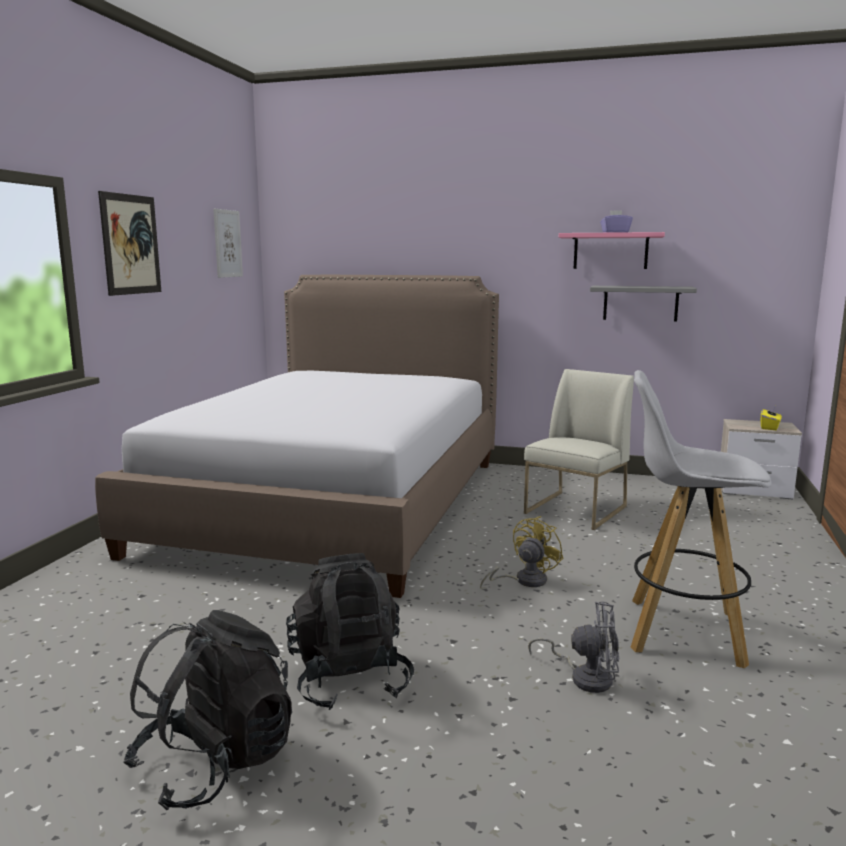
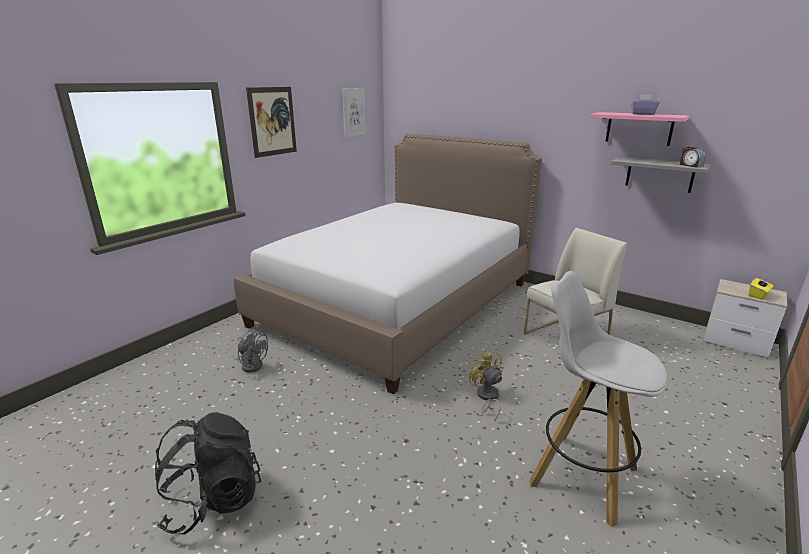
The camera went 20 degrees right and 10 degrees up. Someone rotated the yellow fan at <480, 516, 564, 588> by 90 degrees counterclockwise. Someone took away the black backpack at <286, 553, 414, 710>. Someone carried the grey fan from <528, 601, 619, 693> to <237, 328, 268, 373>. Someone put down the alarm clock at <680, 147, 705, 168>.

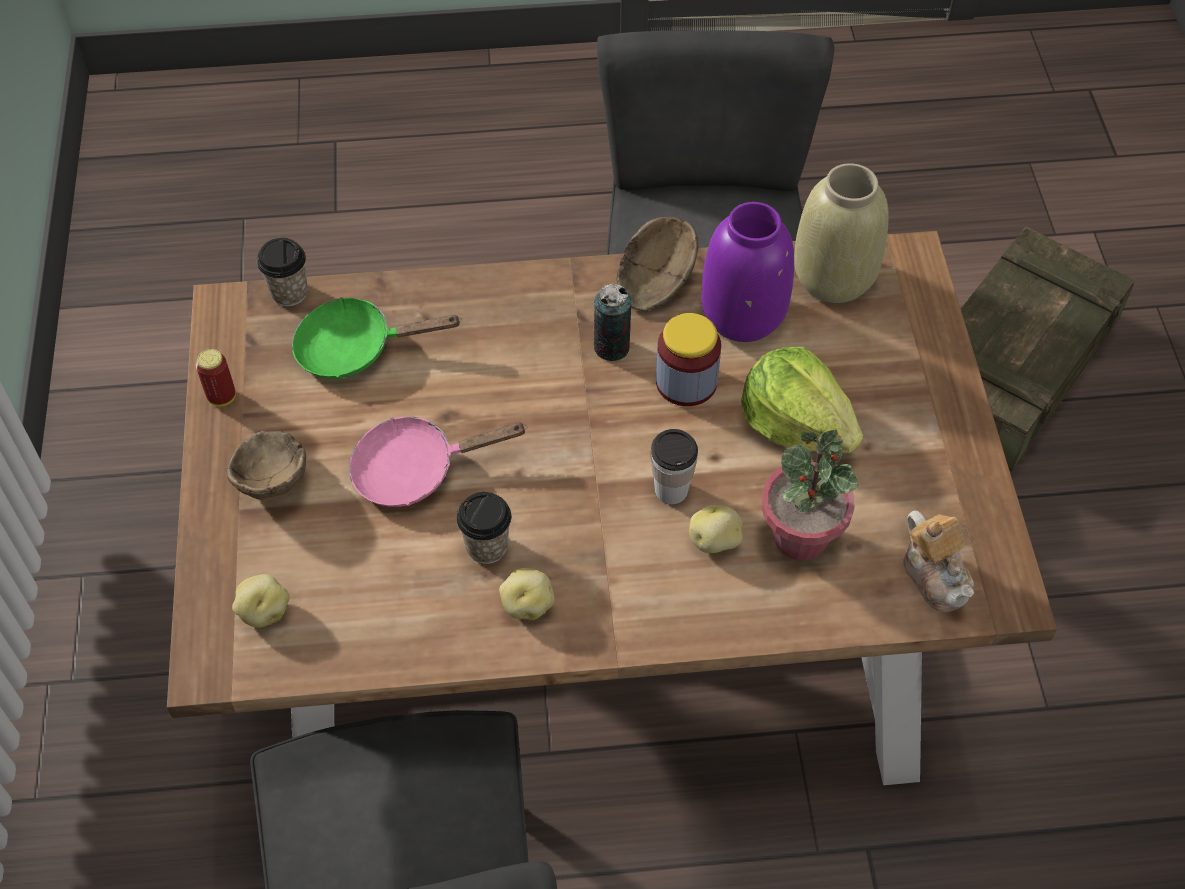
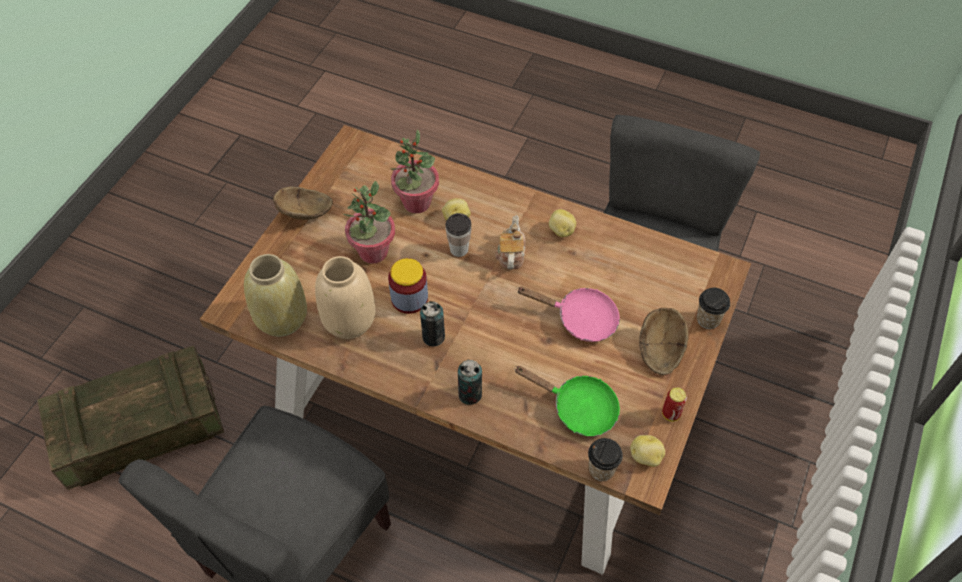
The camera went 150 degrees left and 0 degrees up. Someone repainted the purple vase at <701, 202, 794, 342>, which became the beige vase at <315, 256, 375, 339>. Someone carried the brown bowl from <617, 217, 699, 311> to <273, 187, 333, 220>. Someone swapped the lettuce at <741, 347, 863, 453> for the potted plant at <343, 181, 395, 264>. Someone carried the cup from <457, 492, 511, 564> to <697, 288, 730, 329>. Someone carried the teapot from <903, 511, 974, 612> to <495, 215, 526, 269>. Someone carried the potato from <232, 574, 290, 628> to <630, 435, 665, 467>. Someone put down the can at <458, 359, 482, 405>.

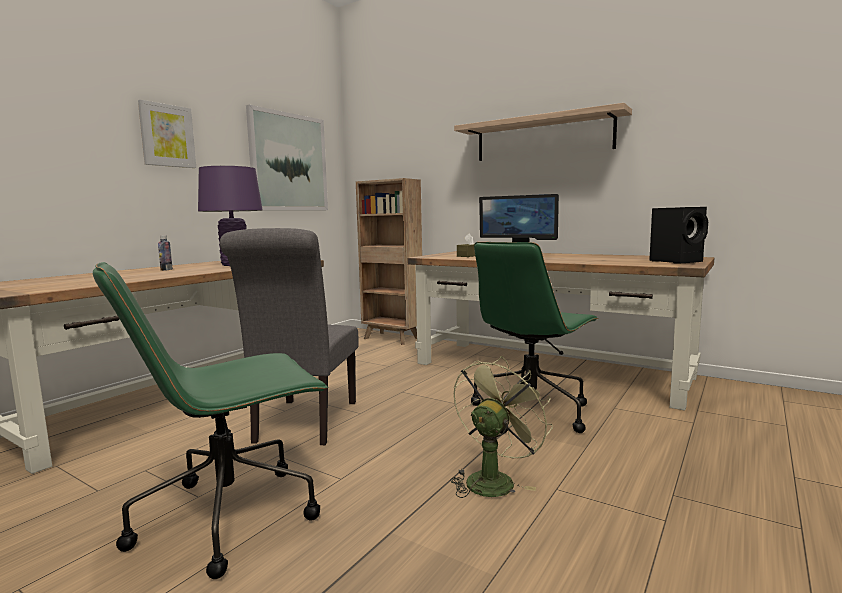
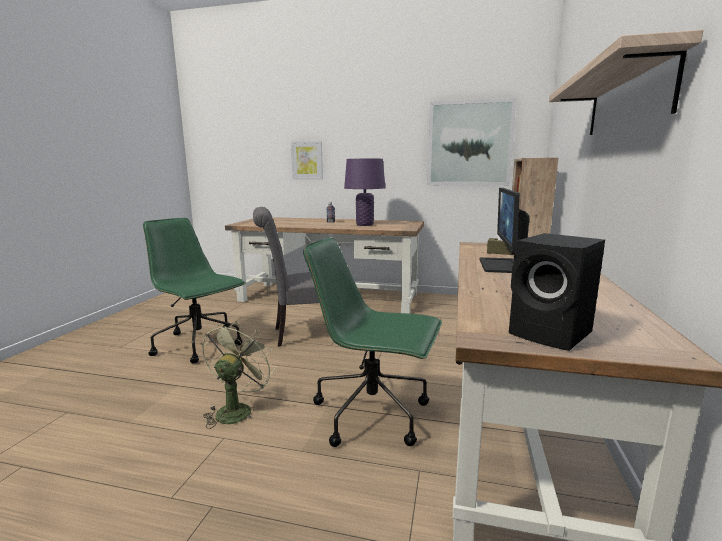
The camera went 70 degrees right and 5 degrees up. Someone carried the picture from <138, 100, 196, 168> to <291, 141, 323, 179>. Someone rotated the green fan at <450, 356, 553, 498> by 90 degrees counterclockwise.

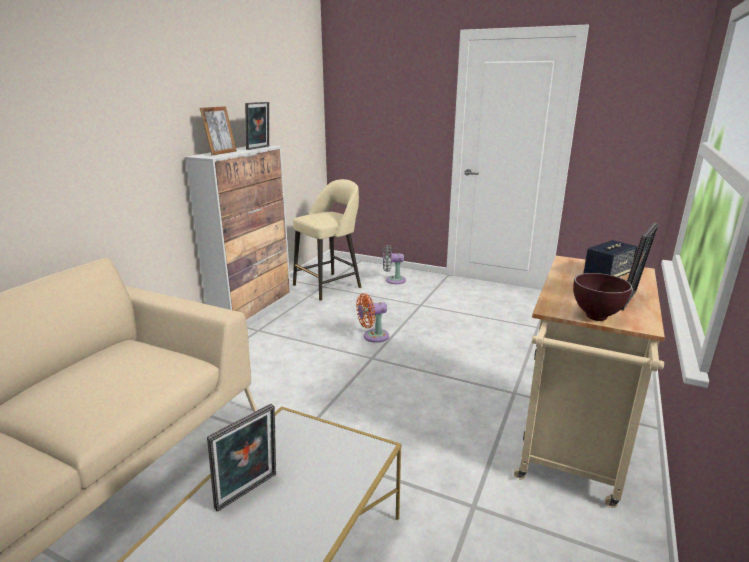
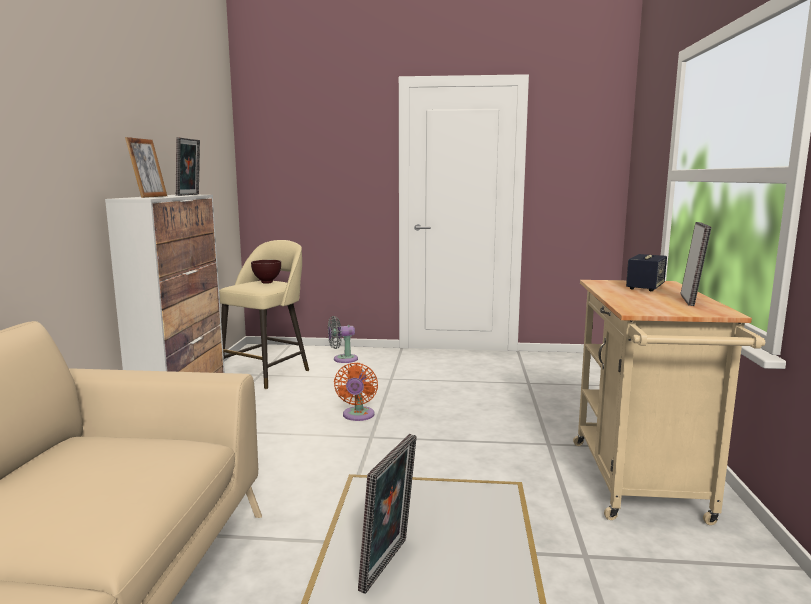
The camera went 20 degrees left and 10 degrees down. Someone carried the brown bowl from <573, 273, 632, 321> to <251, 260, 281, 284>. Someone rotated the orange fan at <356, 293, 389, 343> by 45 degrees counterclockwise.

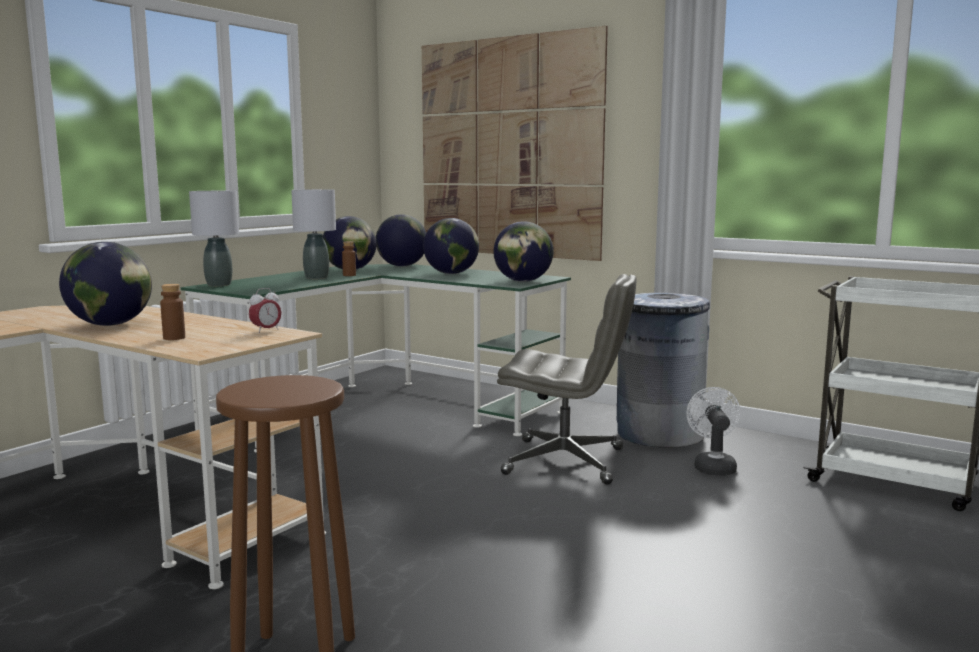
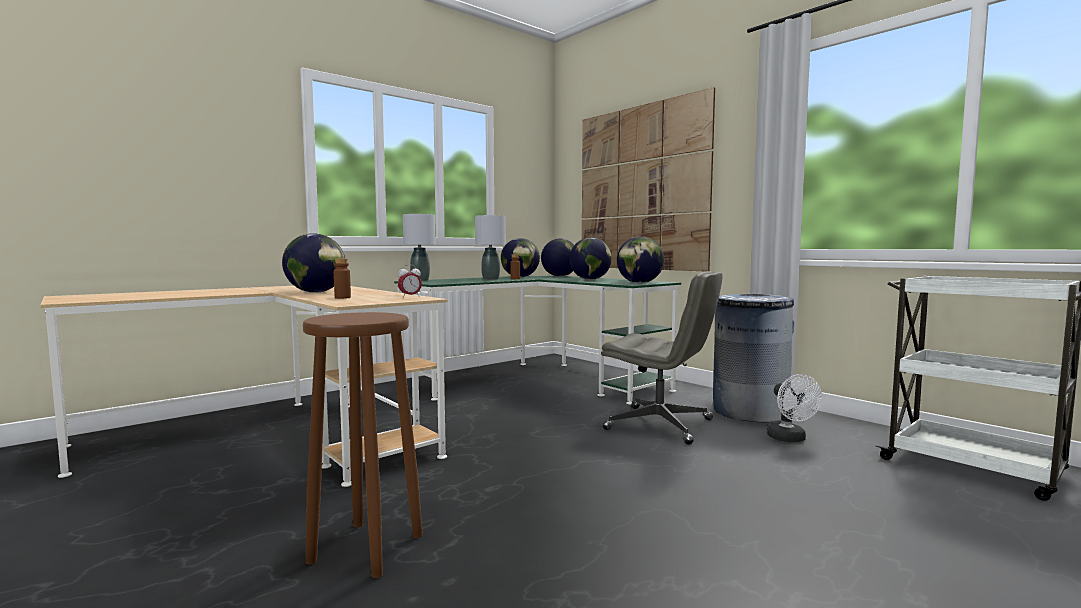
The camera went 15 degrees right and 5 degrees down. Someone rotated the white fan at <687, 387, 740, 475> by 150 degrees clockwise.

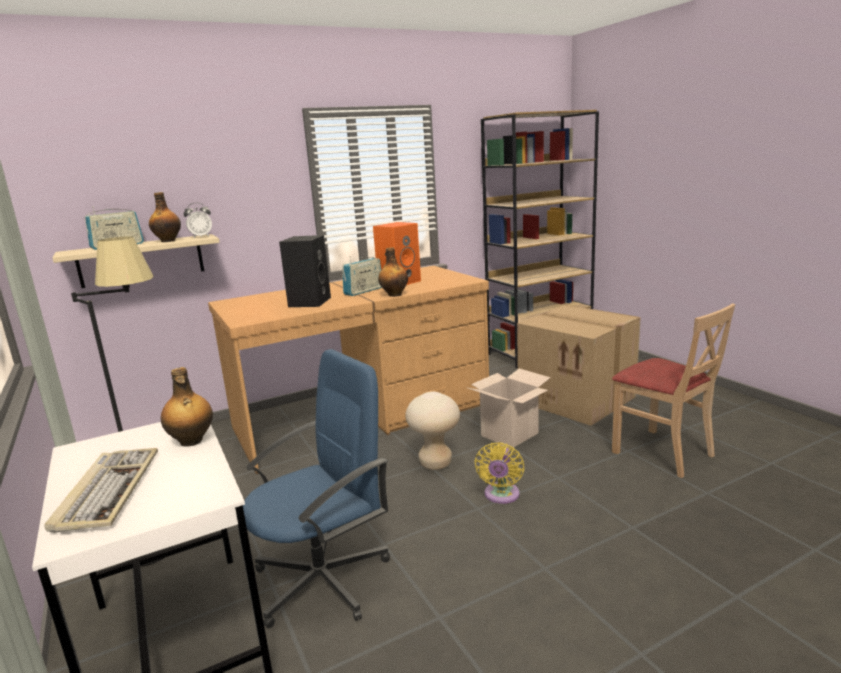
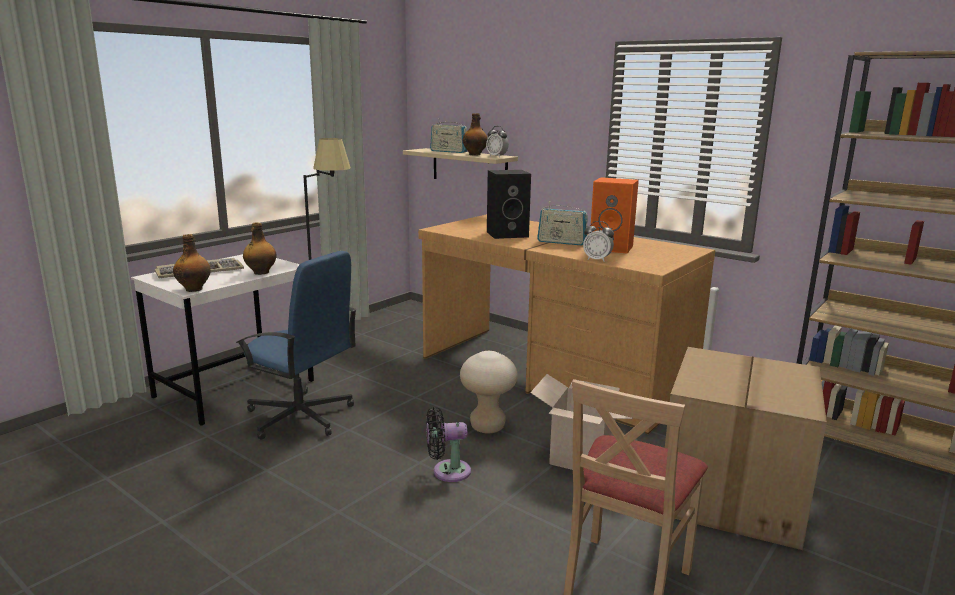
The camera went 65 degrees right and 0 degrees up. Someone carried the bottle from <378, 247, 408, 297> to <173, 234, 211, 292>. Someone repainted the yellow fan at <474, 442, 524, 504>, which became the black fan at <426, 407, 471, 482>. Someone put down the alarm clock at <583, 221, 614, 262>.

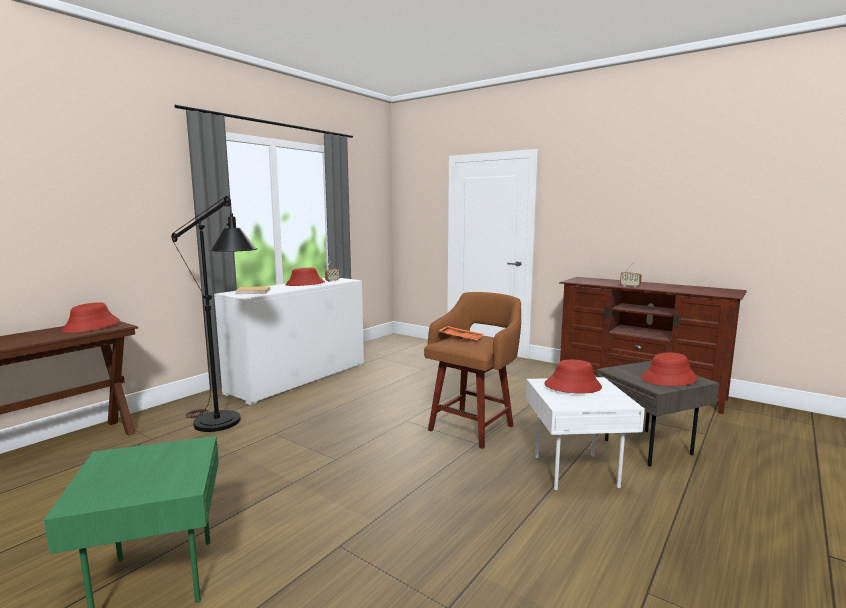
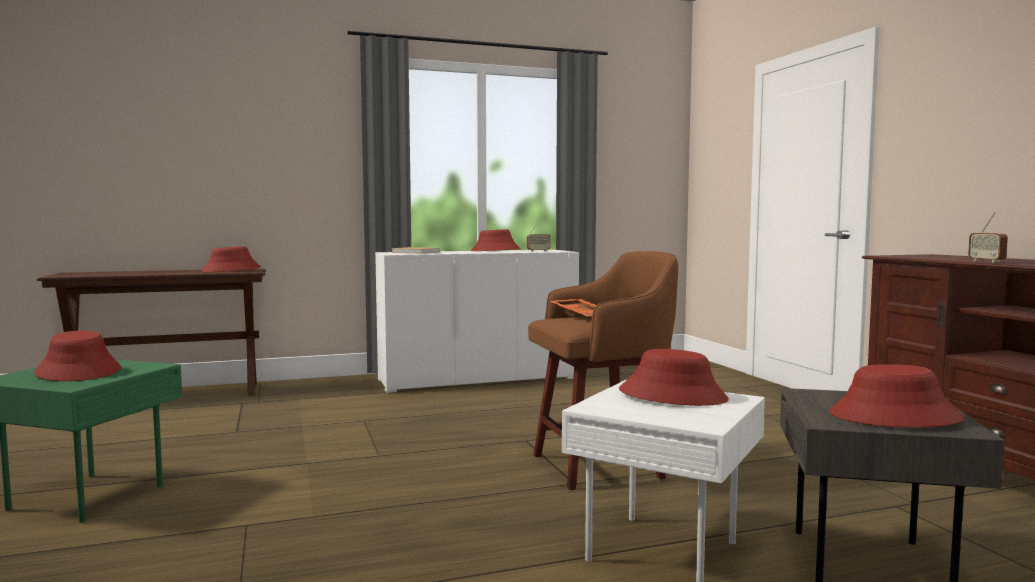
The camera went 35 degrees right and 5 degrees down. Someone took away the black floor lamp at <172, 196, 258, 432>. Someone put down the red hat at <34, 331, 121, 381>.

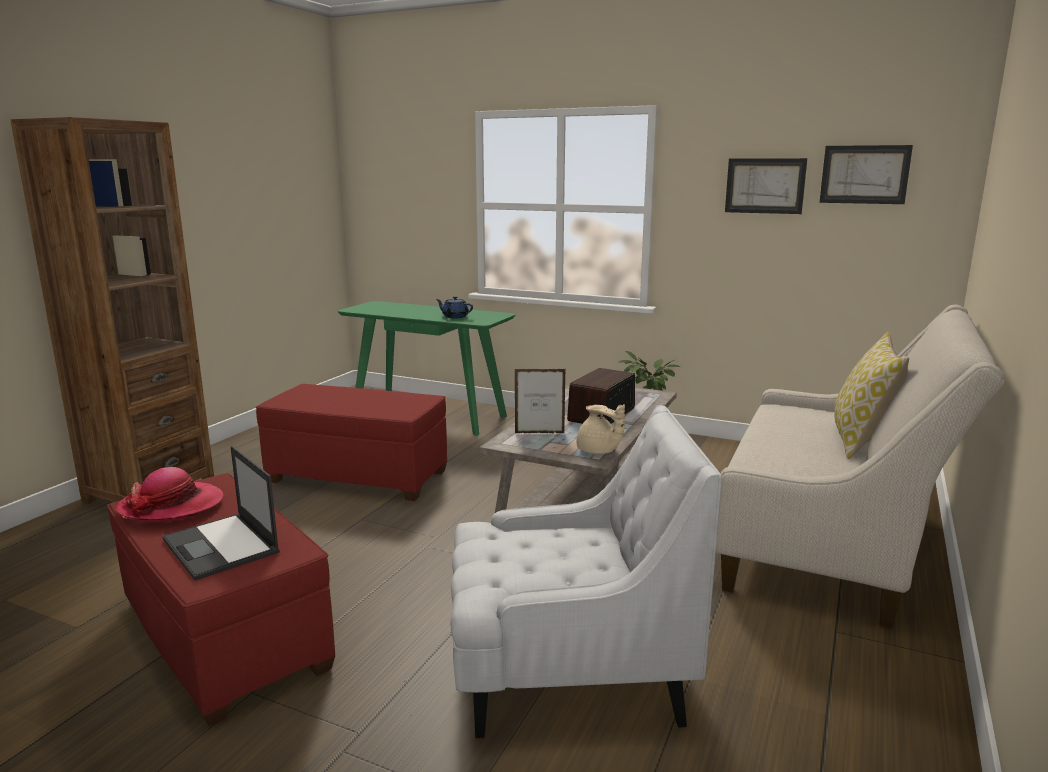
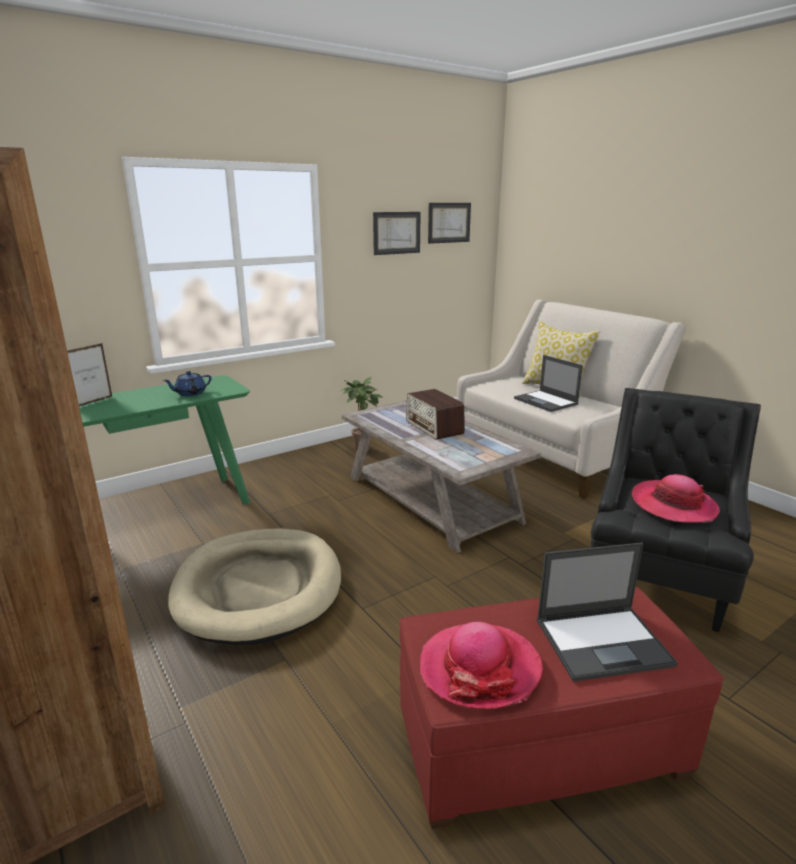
The camera went 60 degrees left and 5 degrees up. Someone carried the picture frame from <515, 369, 566, 433> to <67, 343, 113, 407>. Someone swapped the red ottoman at <256, 384, 447, 501> for the beige dog bed at <168, 528, 341, 645>. Someone took away the beige teapot at <577, 404, 625, 454>. Someone repainted the white armchair at <450, 405, 722, 738>, which became the black armchair at <590, 388, 761, 632>. Someone put down the laptop at <514, 355, 583, 412>. Someone put down the hat at <632, 474, 720, 523>.

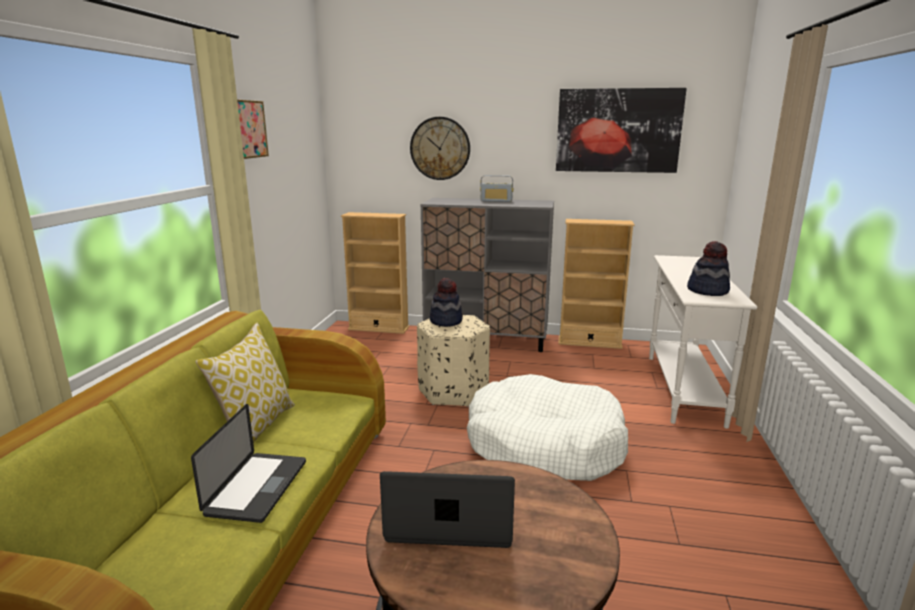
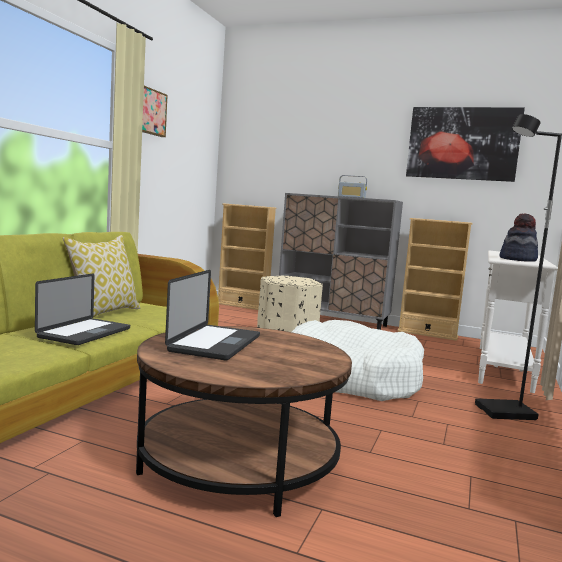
The camera went 10 degrees right and 10 degrees down. Someone took away the wall clock at <410, 117, 470, 180>. Someone took away the hat at <430, 278, 463, 327>. Someone rotated the laptop at <380, 471, 515, 548> by 90 degrees clockwise. Someone put down the black floor lamp at <475, 114, 562, 420>.

